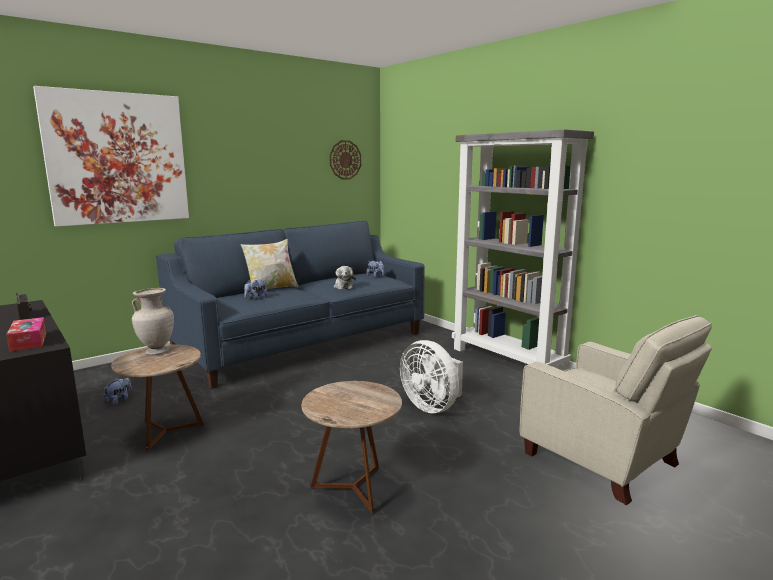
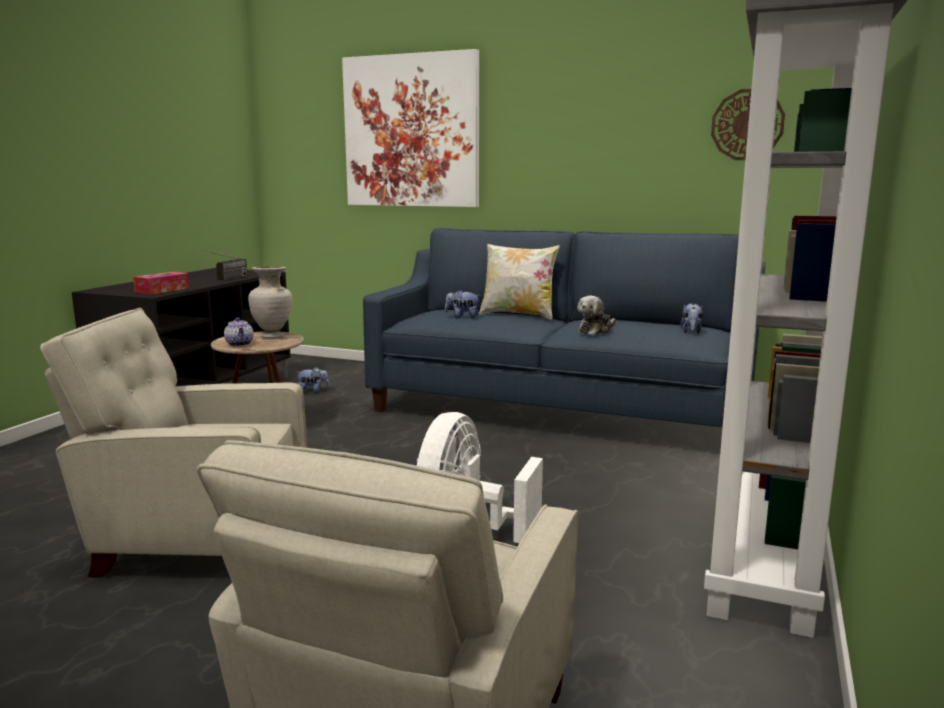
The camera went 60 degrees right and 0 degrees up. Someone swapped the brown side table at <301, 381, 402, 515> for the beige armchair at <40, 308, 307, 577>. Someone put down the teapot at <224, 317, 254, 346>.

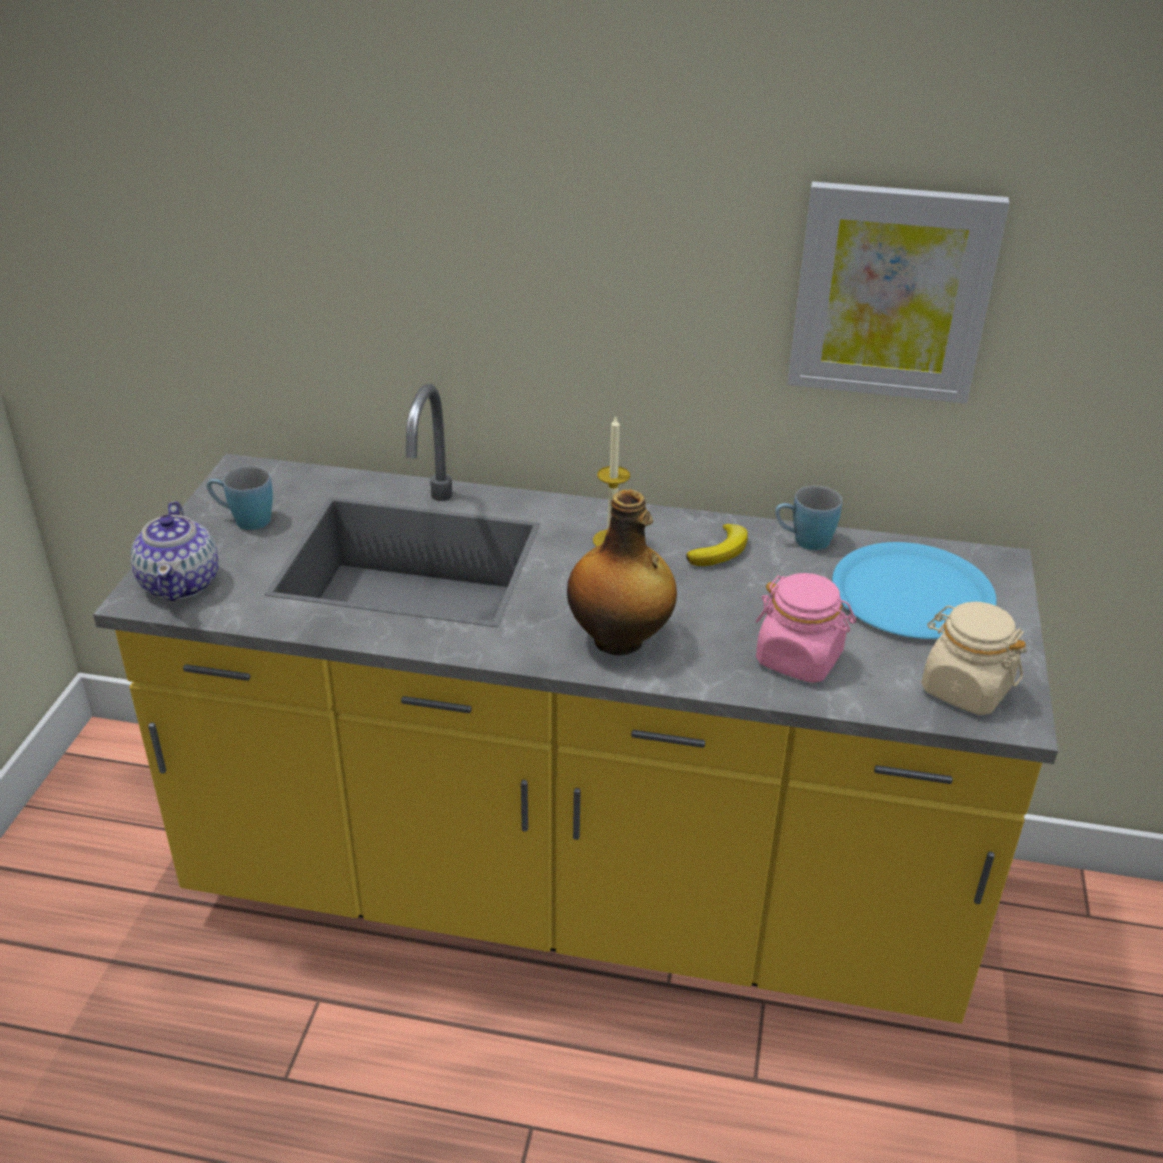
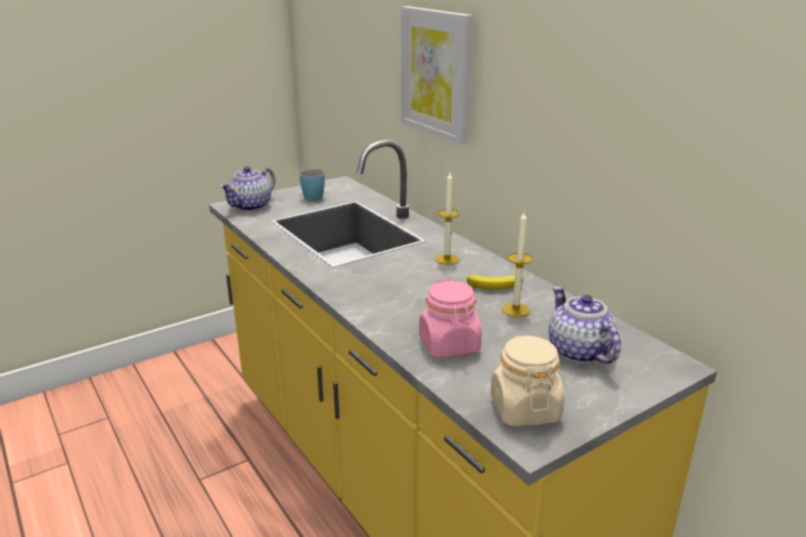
The camera went 45 degrees right and 10 degrees down. Someone carried the picture from <788, 182, 1009, 403> to <401, 6, 472, 145>. Someone took away the blue mug at <775, 486, 842, 550>. Someone took away the bottle at <567, 489, 677, 656>. Someone swapped the blue plate at <832, 542, 997, 639> for the teapot at <549, 286, 621, 364>. Someone put down the candle at <502, 212, 533, 317>.

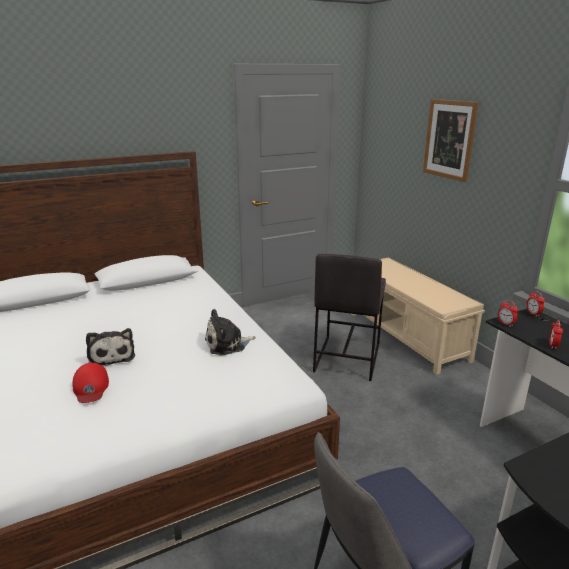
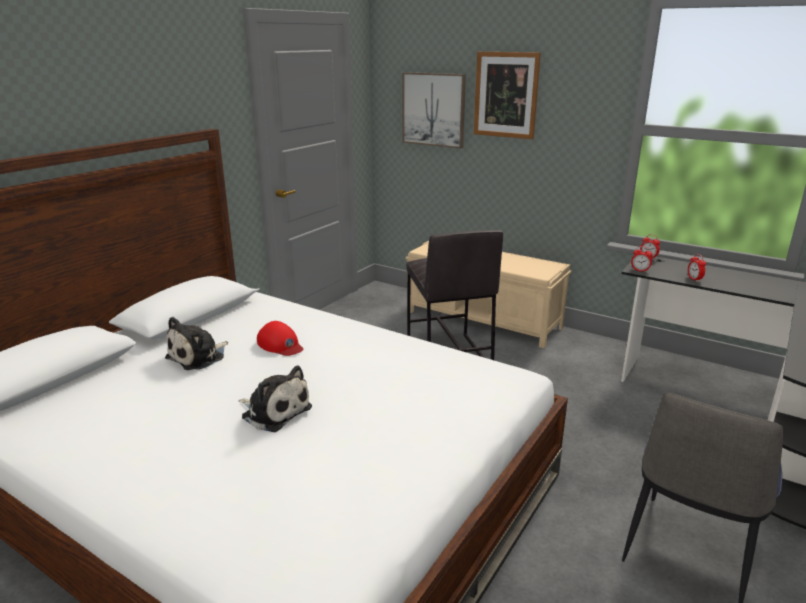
The camera went 30 degrees left and 0 degrees up. Someone carried the plush toy from <205, 309, 256, 355> to <165, 317, 228, 370>. Someone carried the red cap from <73, 363, 109, 403> to <257, 321, 304, 356>. Someone put up the picture at <402, 72, 466, 149>.

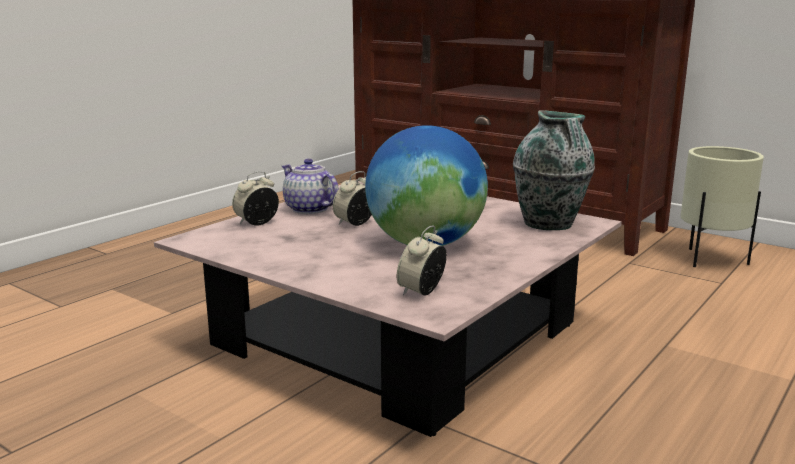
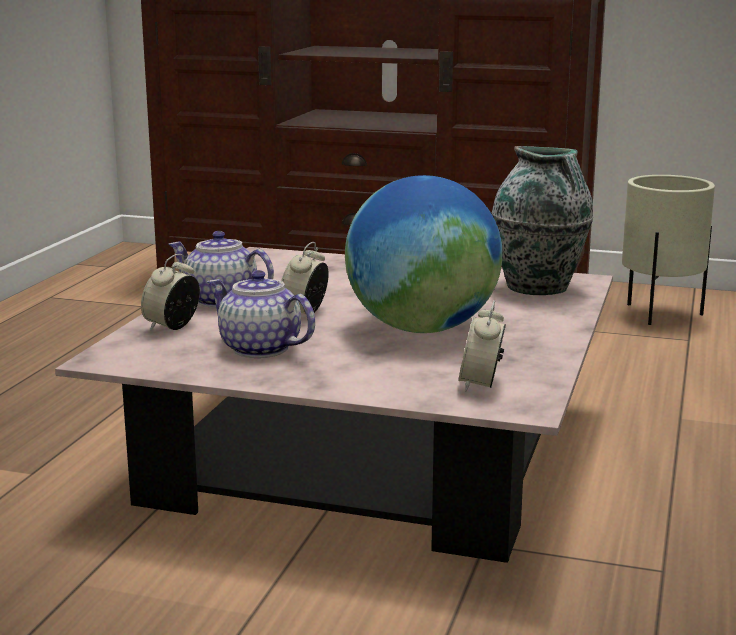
The camera went 20 degrees left and 0 degrees up. Someone put down the teapot at <207, 270, 315, 358>.

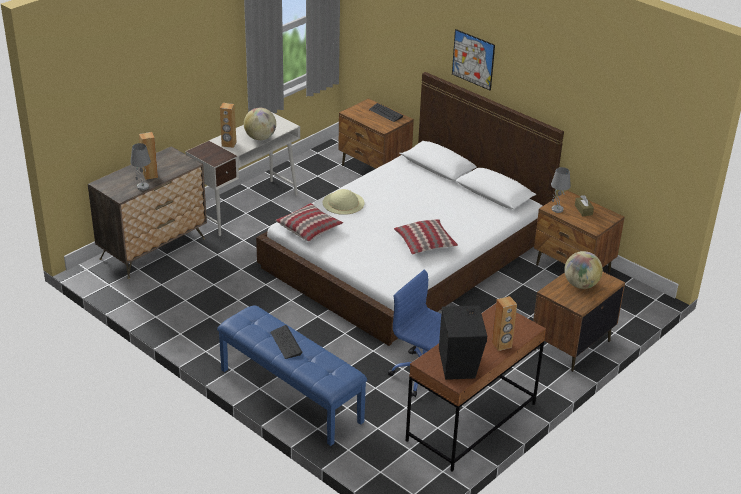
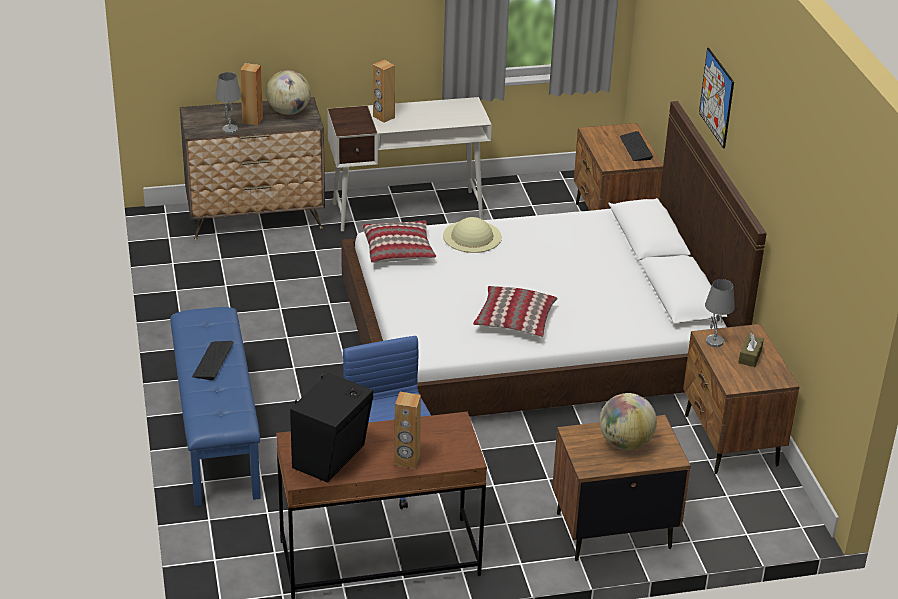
The camera went 35 degrees right and 0 degrees up. Someone carried the globe from <244, 108, 276, 140> to <266, 70, 311, 115>.

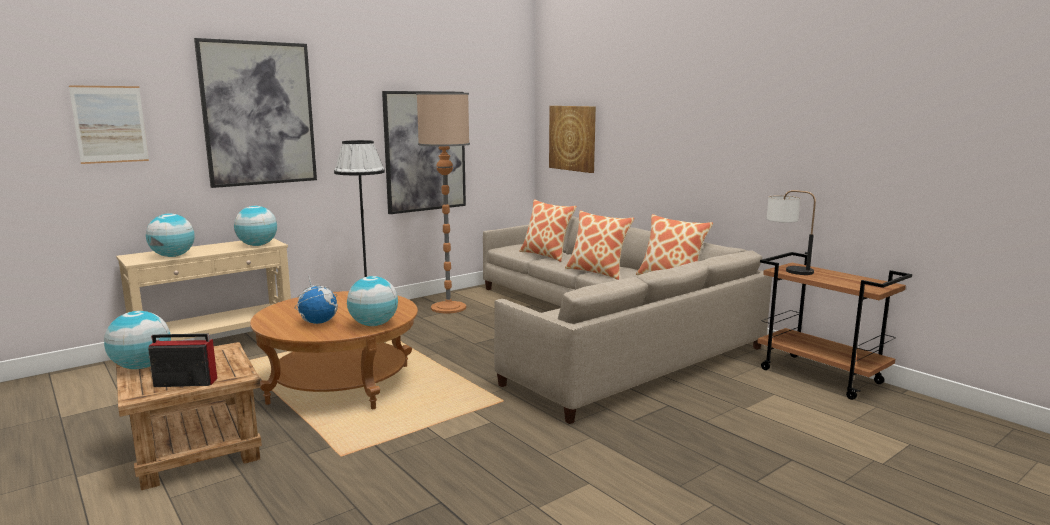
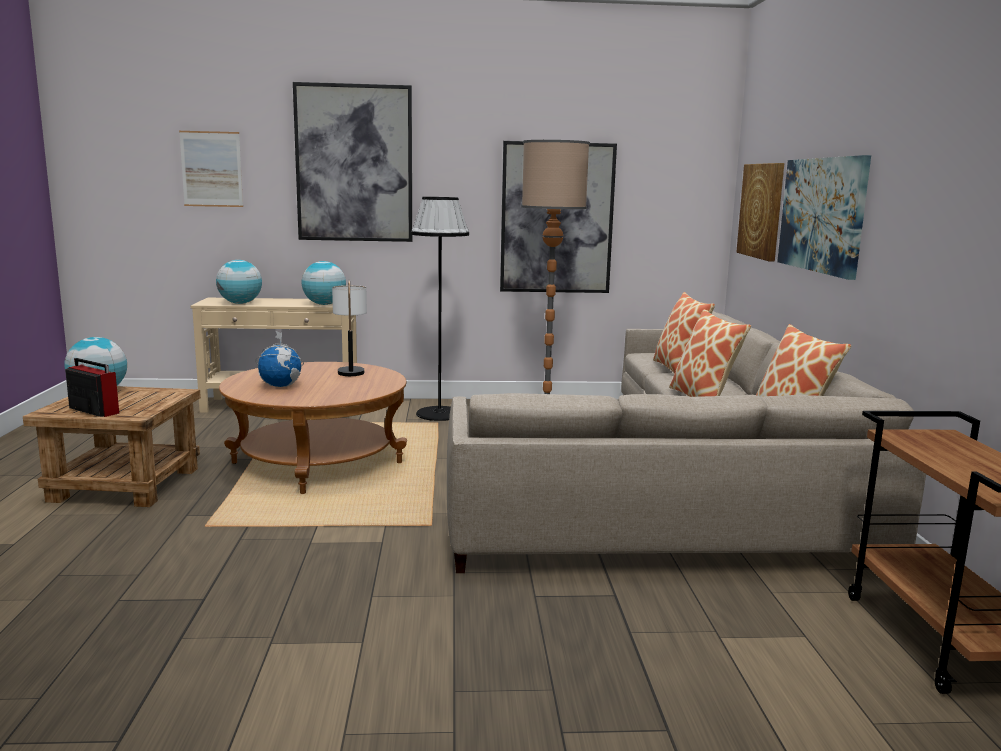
The camera went 35 degrees right and 0 degrees up. Someone carried the table lamp from <767, 190, 816, 275> to <332, 280, 367, 376>. Someone took away the globe at <347, 276, 398, 326>. Someone put up the picture at <777, 155, 871, 280>.

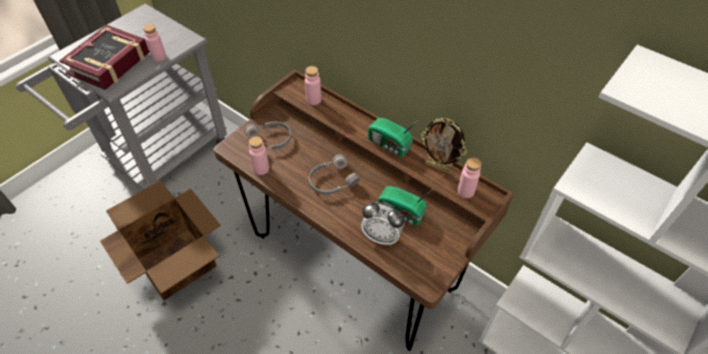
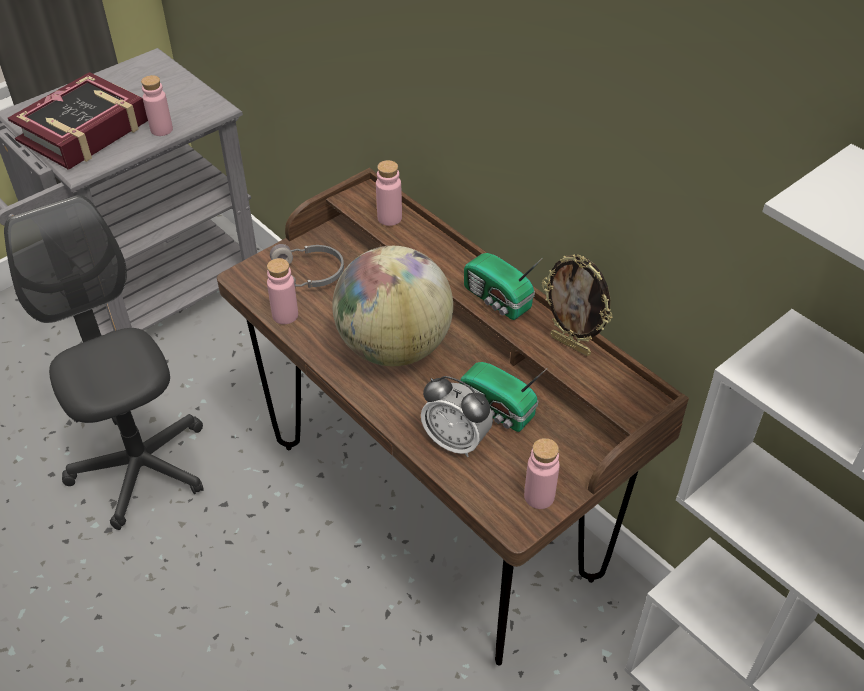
The camera went 10 degrees right and 5 degrees down. Someone swapped the grey headphones at <309, 154, 360, 195> for the globe at <332, 246, 453, 366>. Someone carried the pink bottle from <457, 157, 481, 198> to <524, 438, 560, 509>. Someone swapped the cardboard box at <100, 181, 221, 301> for the grey office chair at <4, 195, 203, 530>.

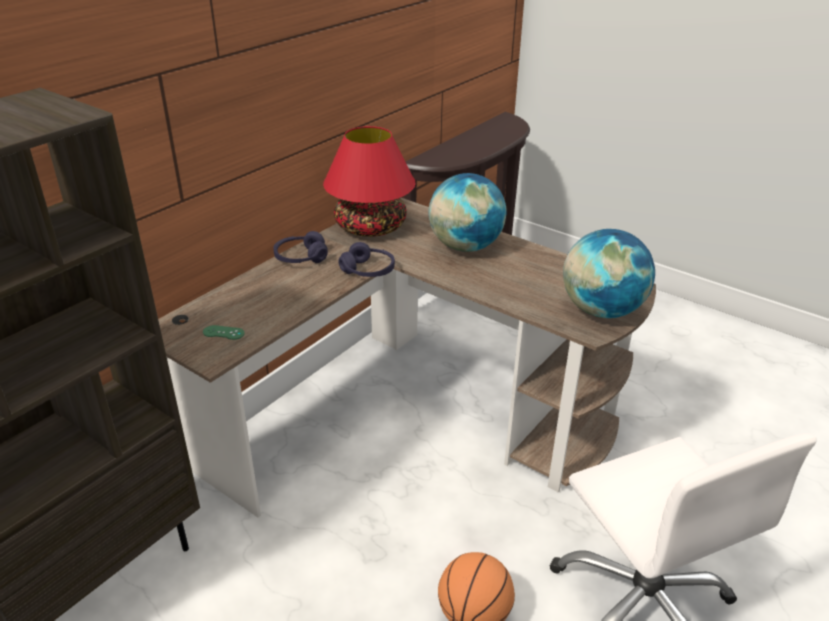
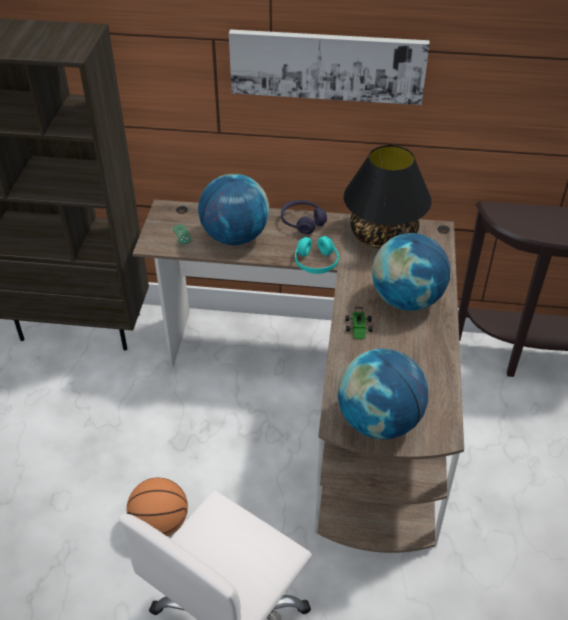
The camera went 60 degrees right and 10 degrees up. Someone repainted the red table lamp at <323, 126, 416, 237>, which became the black table lamp at <343, 145, 432, 249>. Someone repainted the purple headphones at <339, 242, 395, 277>, which became the turquoise headphones at <295, 236, 339, 274>. Someone put up the picture at <229, 29, 430, 105>. Someone put down the globe at <198, 174, 269, 245>. Someone put down the toy car at <345, 307, 373, 339>.

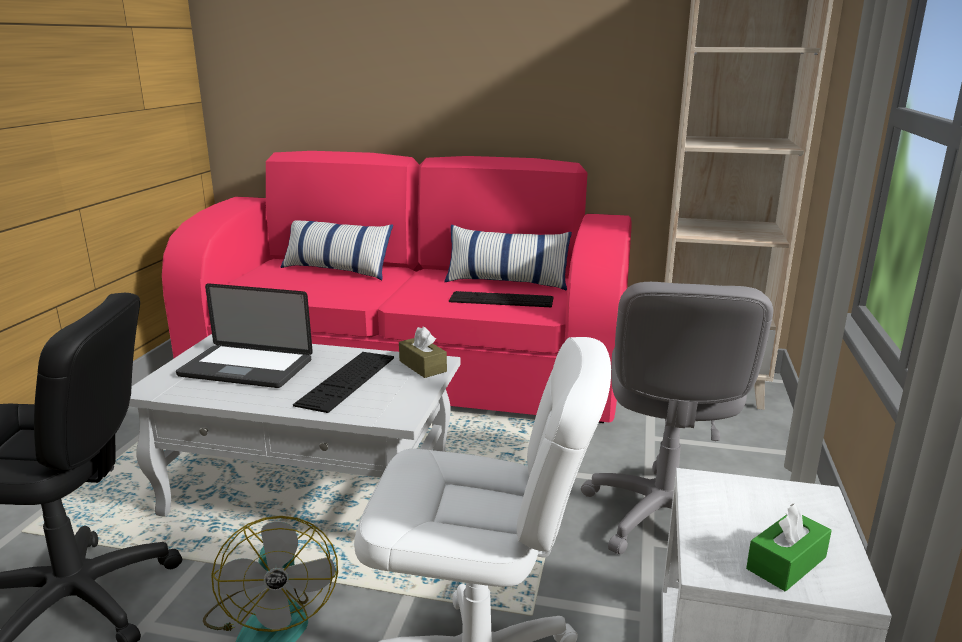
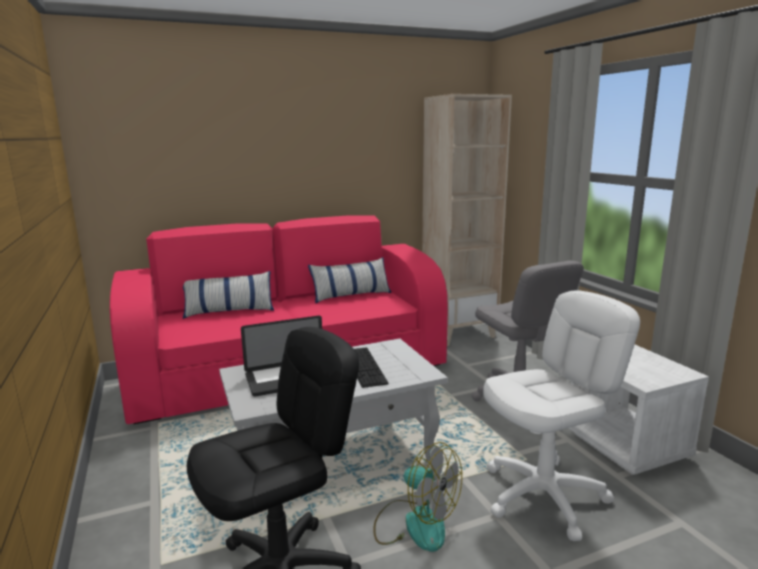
The camera went 35 degrees left and 5 degrees down. Someone took away the keyboard at <449, 291, 554, 307>. Someone took away the brown tissue box at <399, 327, 447, 378>. Someone took away the green tissue box at <746, 503, 832, 591>.

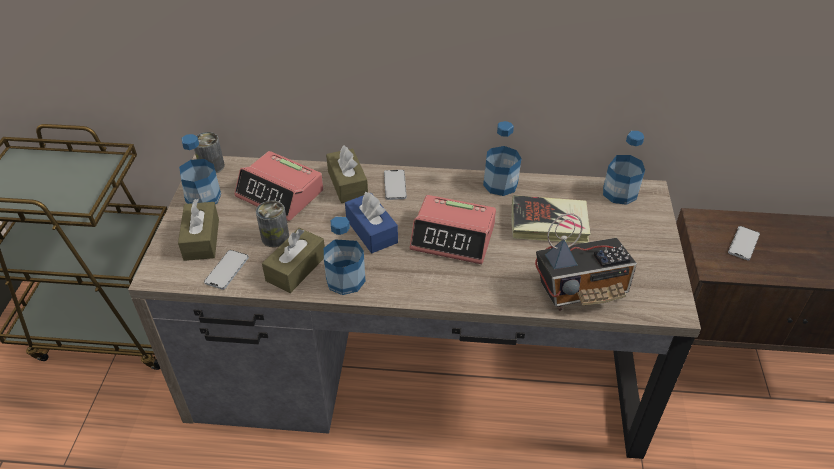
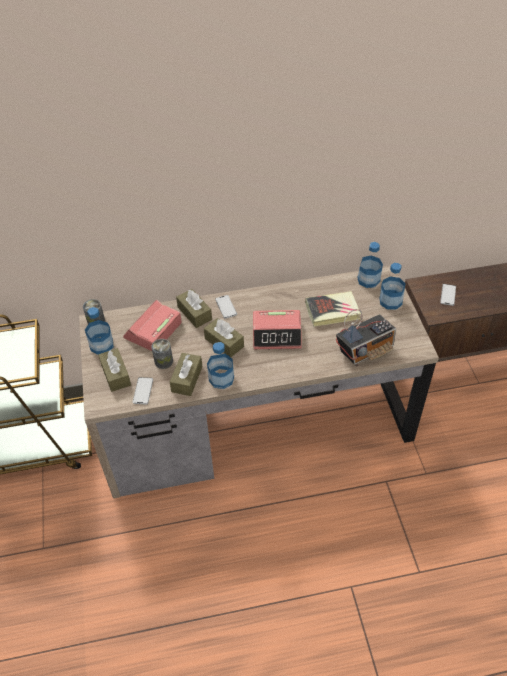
The camera went 15 degrees left and 5 degrees up. Someone carried the bottle from <483, 121, 522, 196> to <380, 263, 406, 310>. Someone rotated the alarm clock at <234, 151, 323, 221> by 105 degrees clockwise. Someone repainted the blue tissue box at <345, 192, 398, 253>, which became the brown tissue box at <204, 318, 244, 357>.

